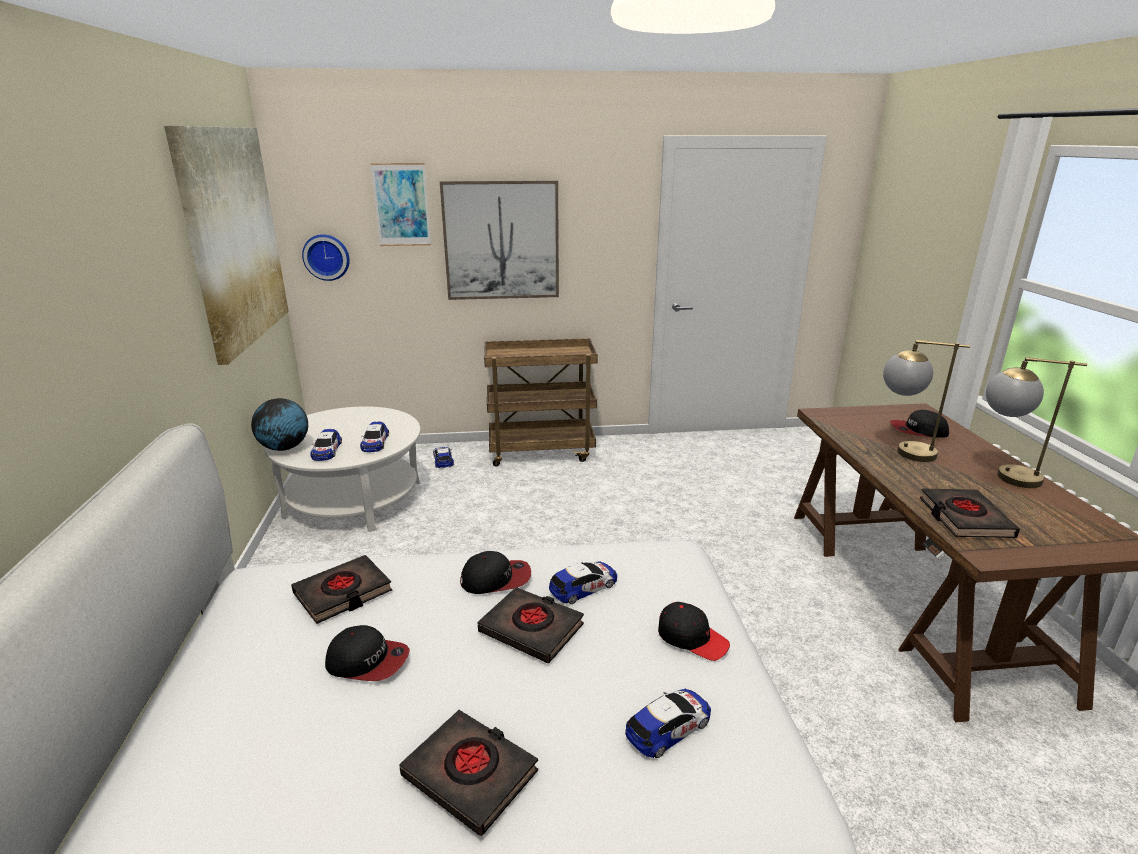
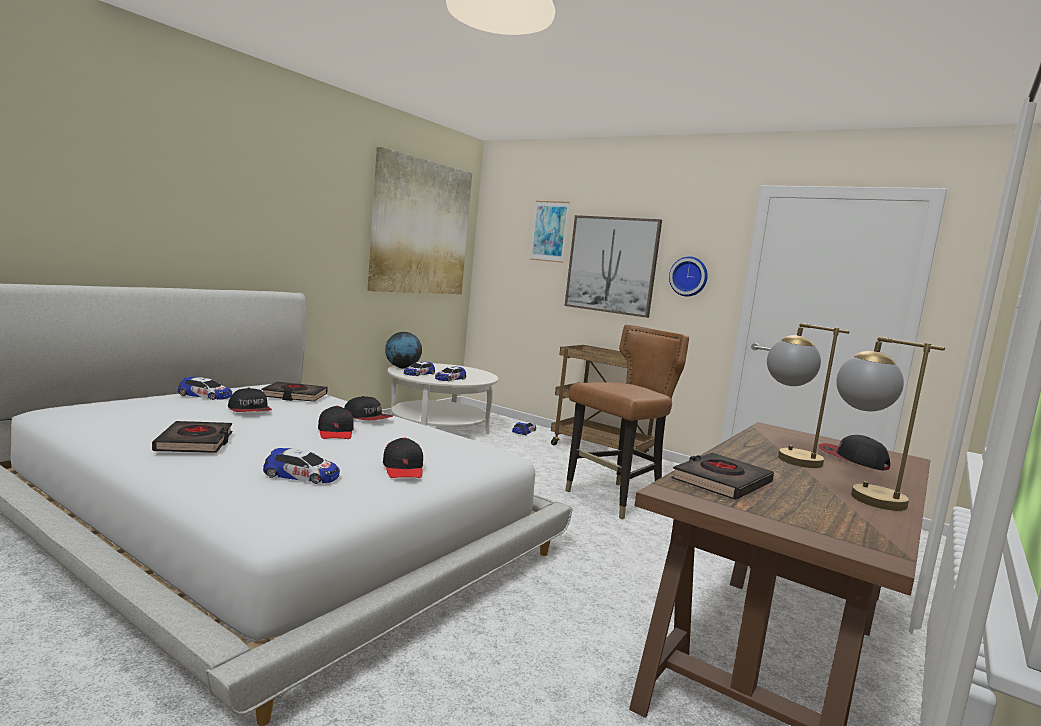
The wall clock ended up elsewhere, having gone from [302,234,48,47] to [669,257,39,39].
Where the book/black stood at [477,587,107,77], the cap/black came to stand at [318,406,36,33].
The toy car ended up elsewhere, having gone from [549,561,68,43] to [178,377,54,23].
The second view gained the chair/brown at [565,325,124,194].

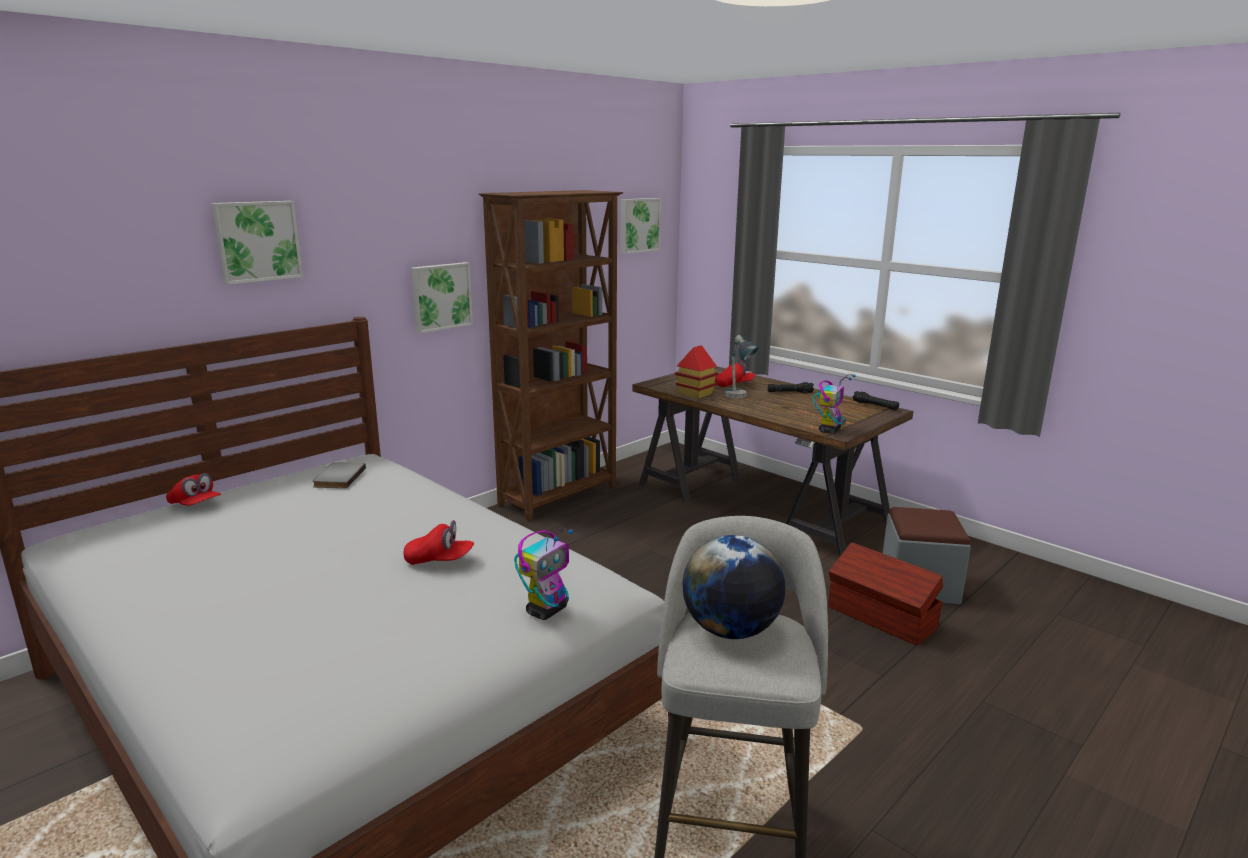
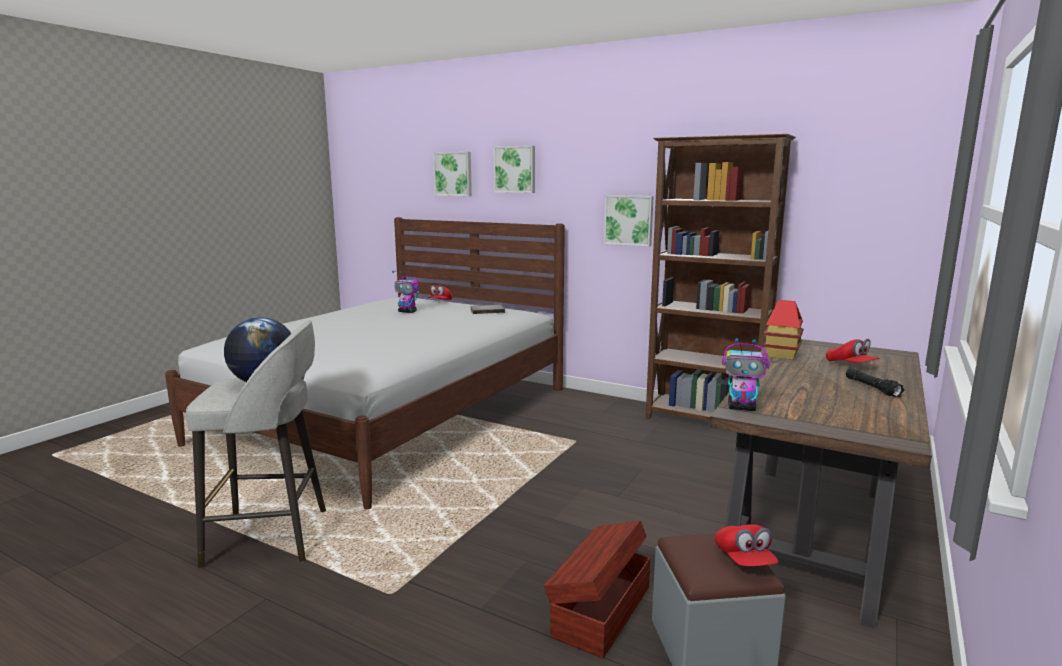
The cap/red ended up elsewhere, having gone from [404,520,70,45] to [715,524,64,42].
The toy robot ended up elsewhere, having gone from [514,528,59,92] to [392,271,27,42].
The picture ended up elsewhere, having gone from [620,198,41,56] to [433,152,39,44].
The second view lost the table lamp at [725,335,33,63].
The second view lost the flashlight/black at [852,391,47,19].

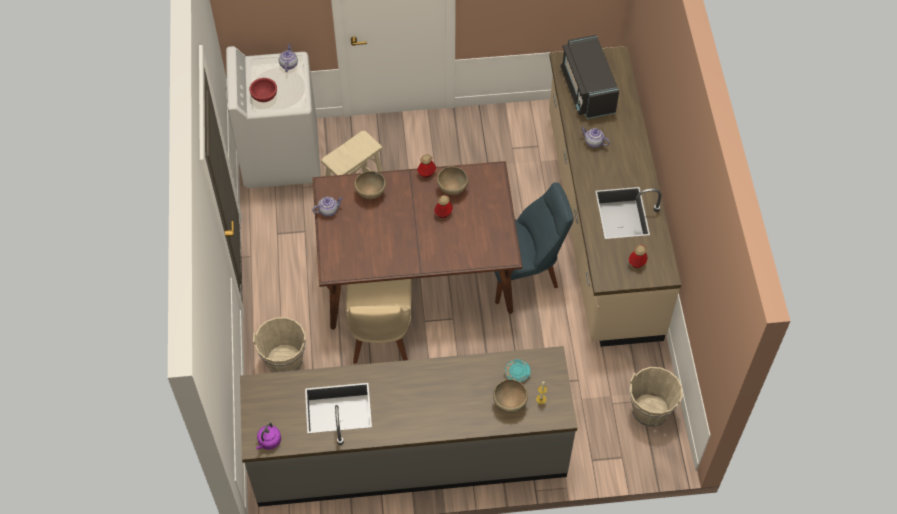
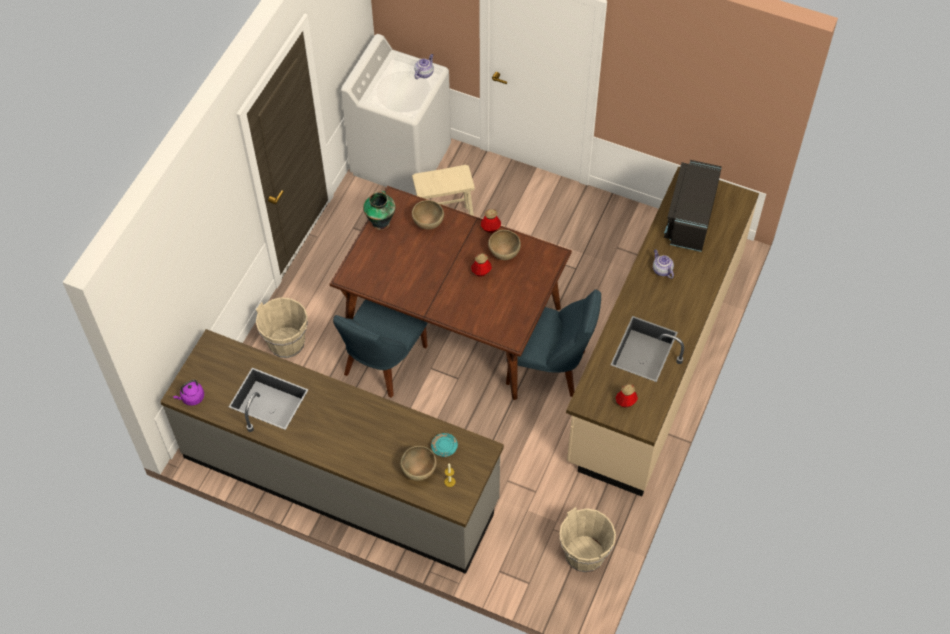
The second view lost the bowl/red at [249,78,28,24].
Where the teapot stood at [312,197,31,20], the vase came to stand at [363,191,33,39].
What was the chair/beige at [346,279,65,84] turned into the chair/blue at [333,299,95,99].

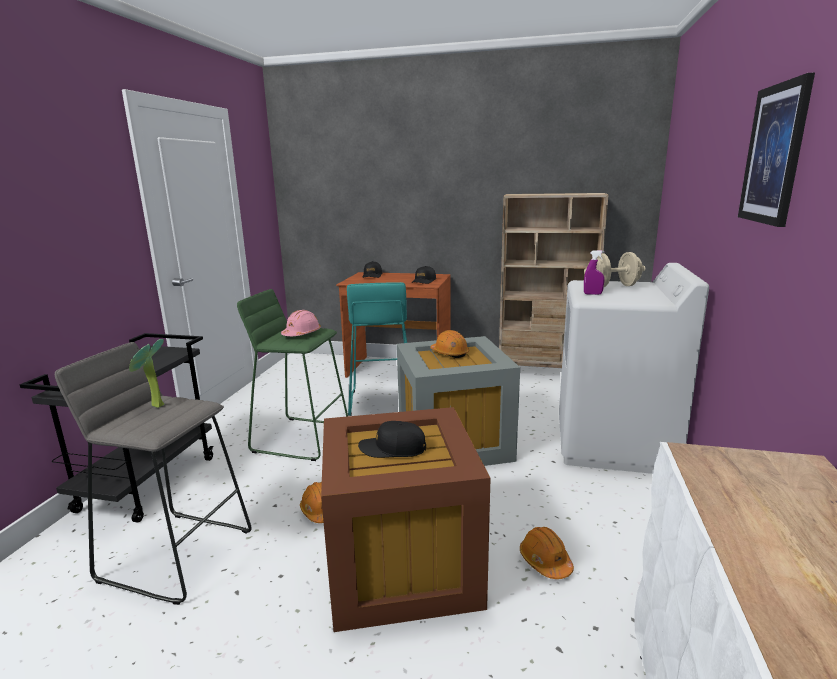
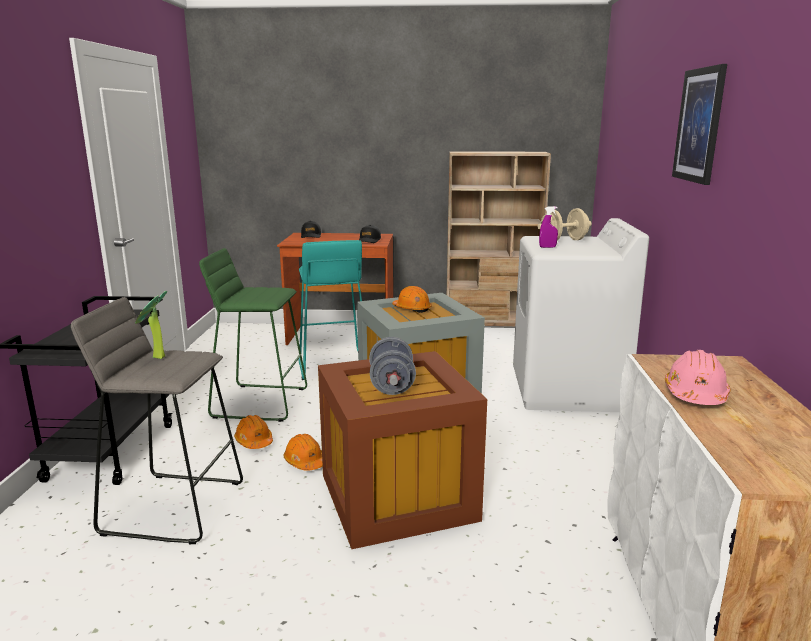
The hard hat/pink ended up elsewhere, having gone from [281,310,40,26] to [665,350,66,55].
Where the cap/black stood at [358,421,68,37], the dumbbell/grey came to stand at [369,337,47,58].
The hard hat/orange ended up elsewhere, having gone from [520,527,54,52] to [234,415,39,34].

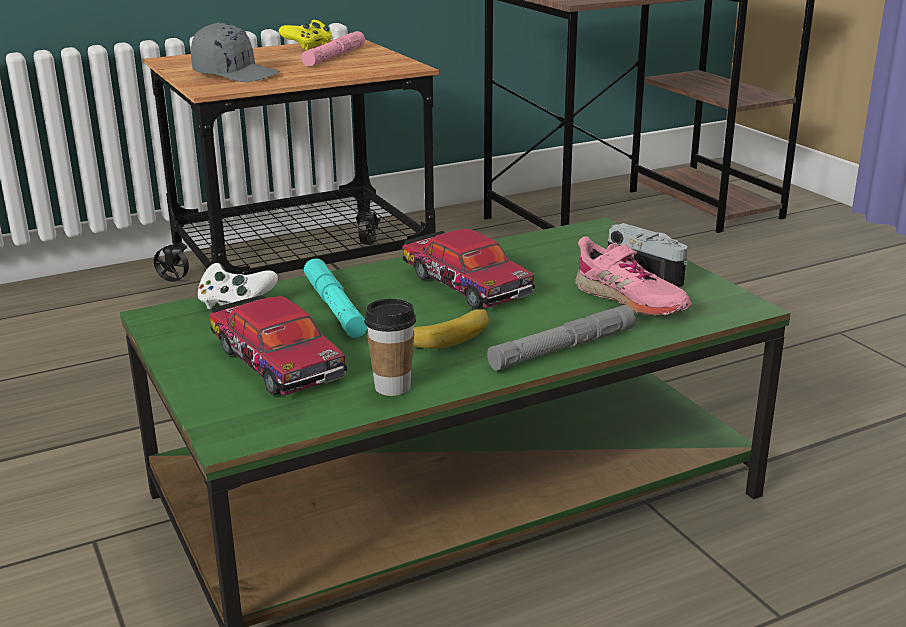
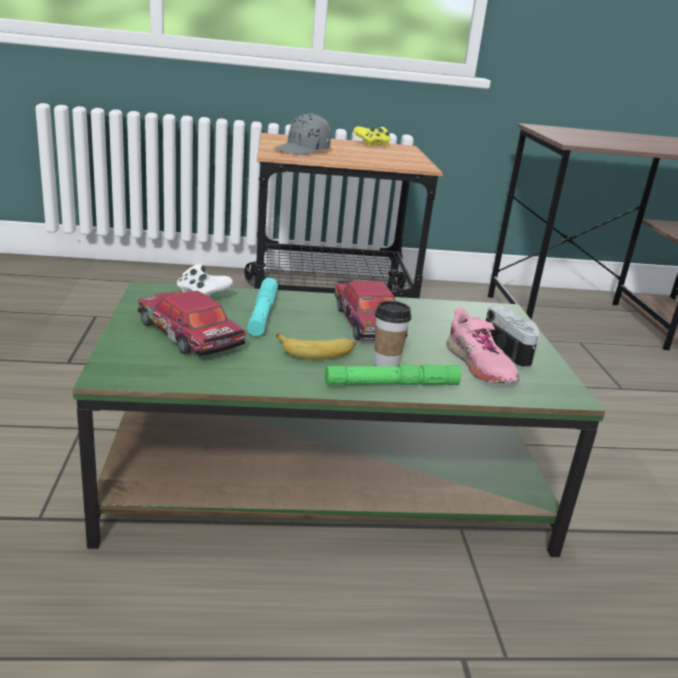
The cap/grey at [191,22,89,60] ended up facing another way, 90 degrees clockwise from before.
The toy car at [209,295,138,100] ended up facing another way, 150 degrees clockwise from before.
The second view lost the flashlight/pink at [301,31,64,35].
The cup ended up elsewhere, having gone from [364,299,52,97] to [374,301,37,66].
What was the flashlight/grey at [487,305,148,66] turned into the flashlight/green at [325,365,136,21].

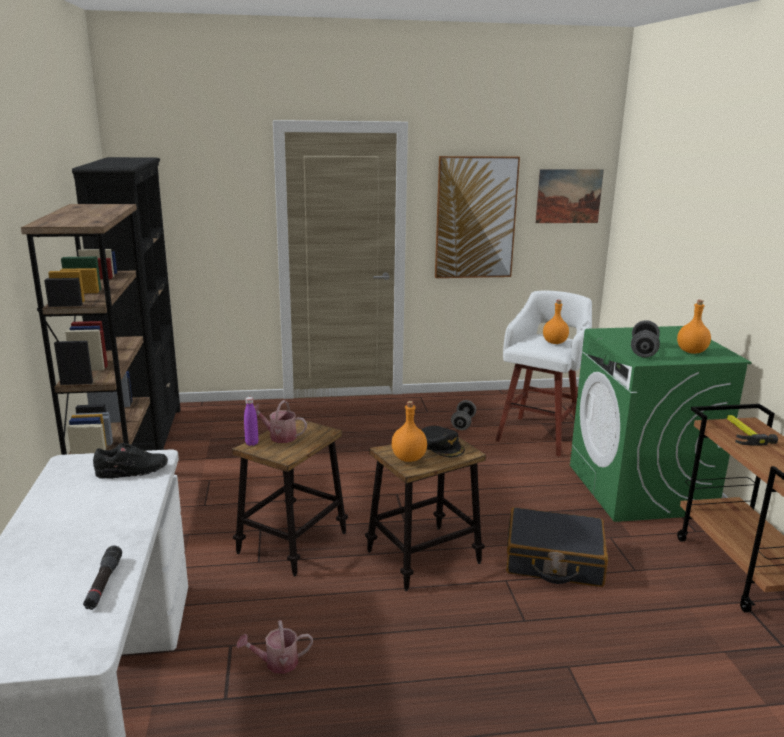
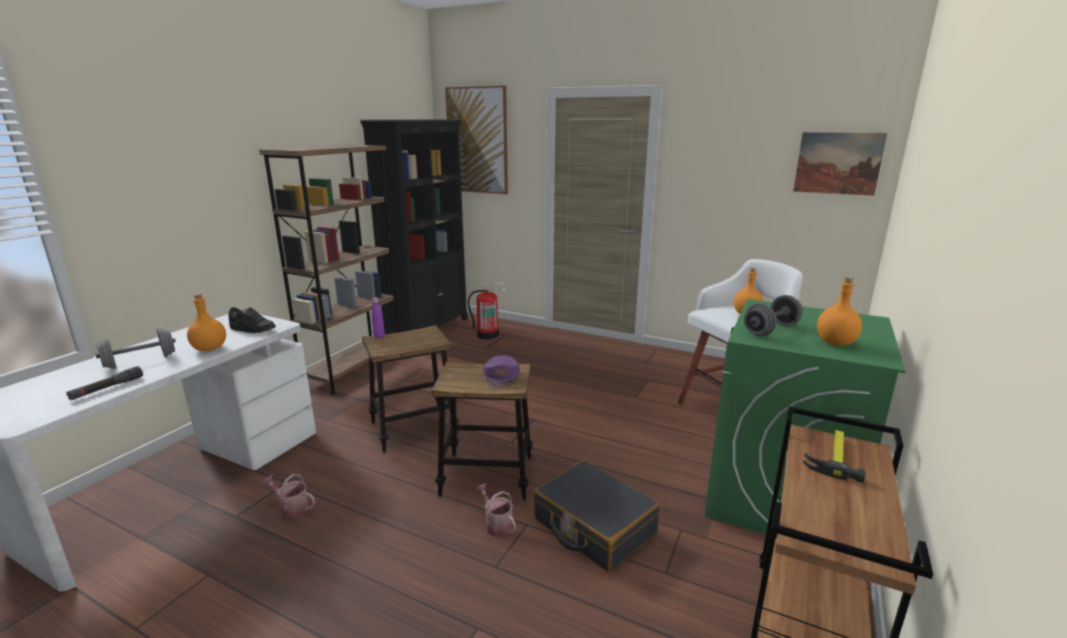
The watering can ended up elsewhere, having gone from [254,400,53,43] to [476,483,40,54].
The bottle/orange ended up elsewhere, having gone from [391,401,36,61] to [187,294,39,57].
What was the cap/black at [422,426,43,31] turned into the cap/purple at [483,355,37,33].
The picture ended up elsewhere, having gone from [435,156,85,122] to [445,86,63,108].
The dumbbell/grey ended up elsewhere, having gone from [451,400,25,30] to [96,328,80,41].
The second view gained the fire extinguisher at [467,282,39,58].

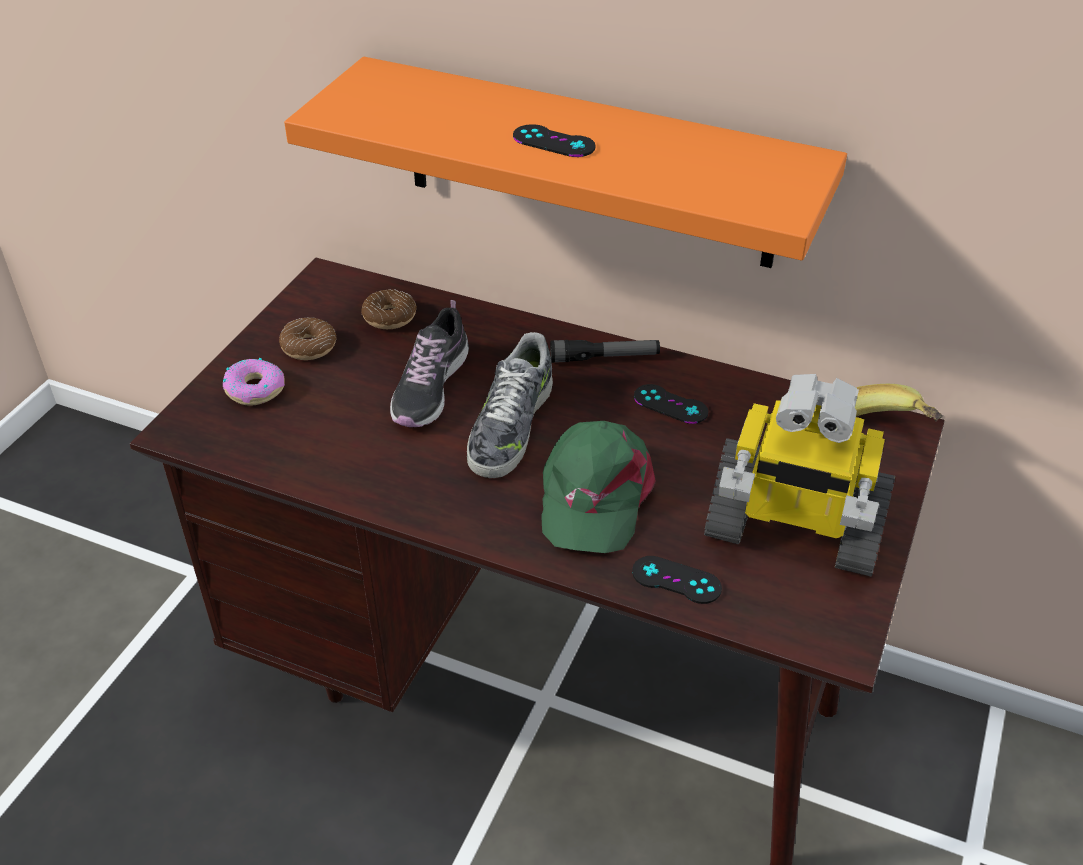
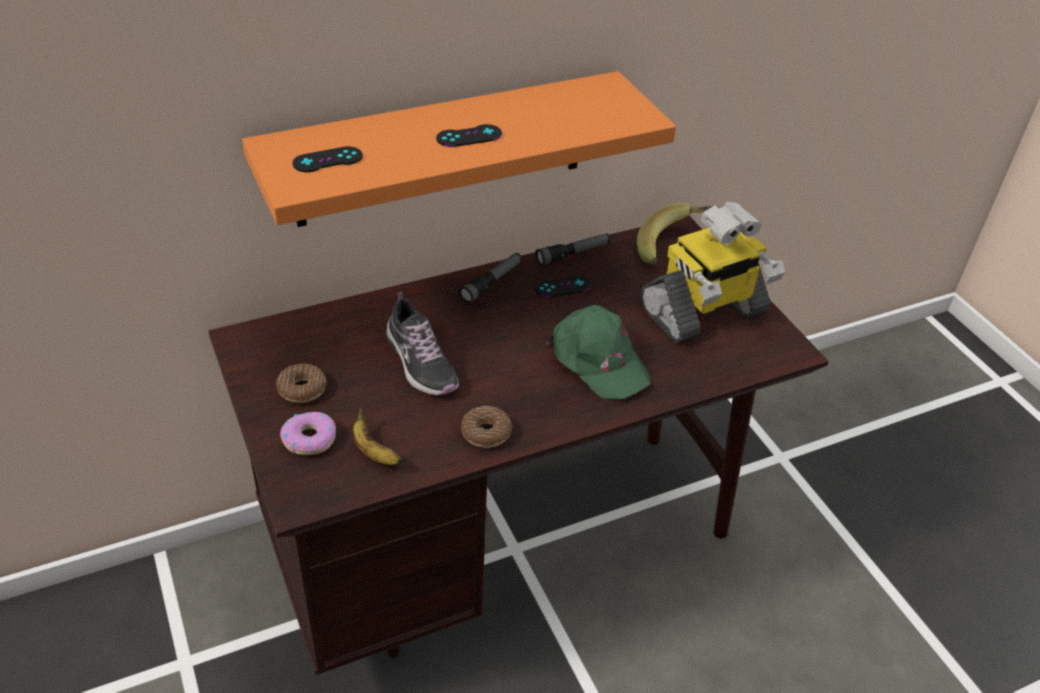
The donut ended up elsewhere, having gone from [361,289,56,40] to [461,406,52,42].
The second view lost the shoe at [467,332,86,146].
The game controller/black ended up elsewhere, having gone from [632,556,90,48] to [292,146,71,26].
The second view gained the banana at [353,406,49,59].
The second view gained the flashlight at [535,233,75,33].

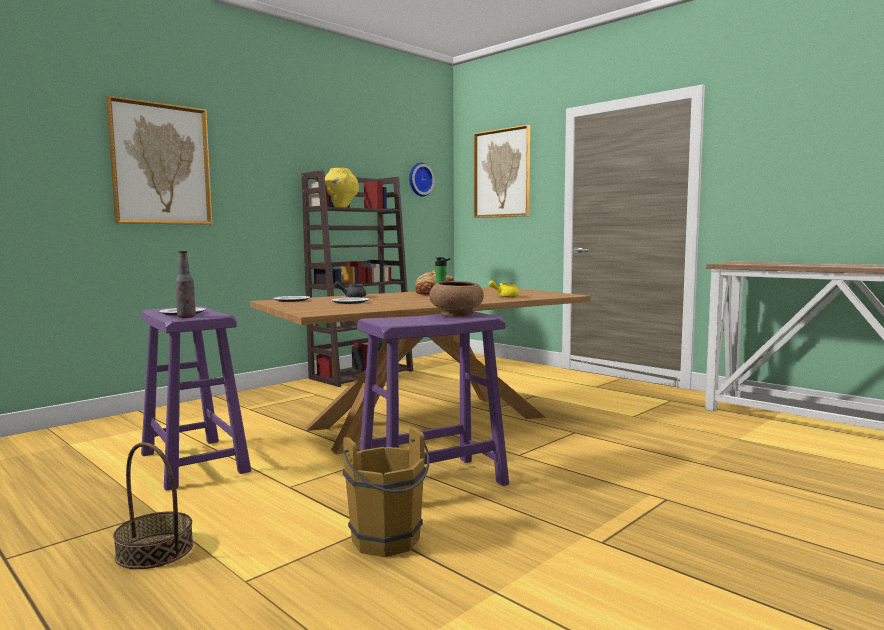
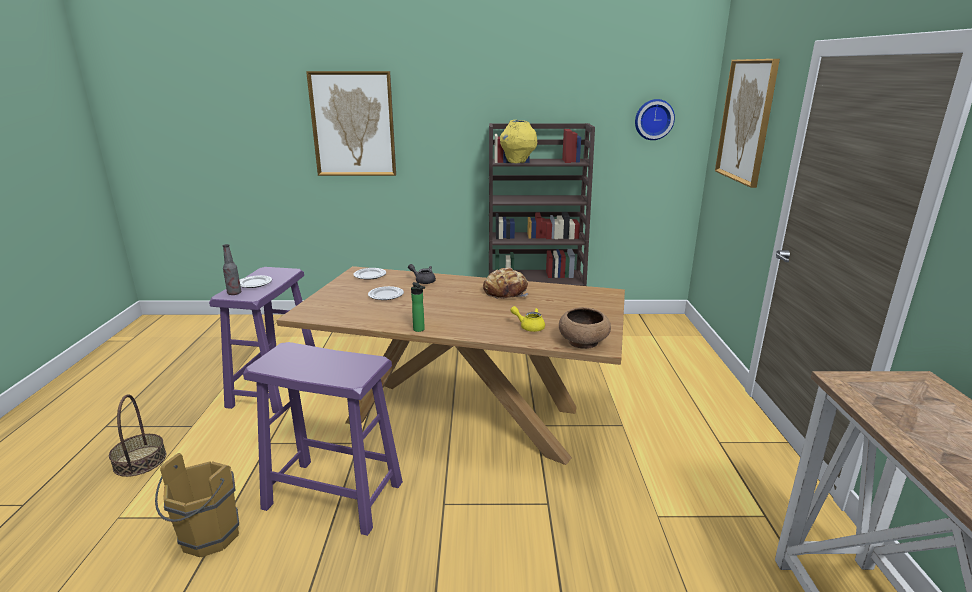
The bowl/brown ended up elsewhere, having gone from [429,281,55,36] to [559,307,52,42].

